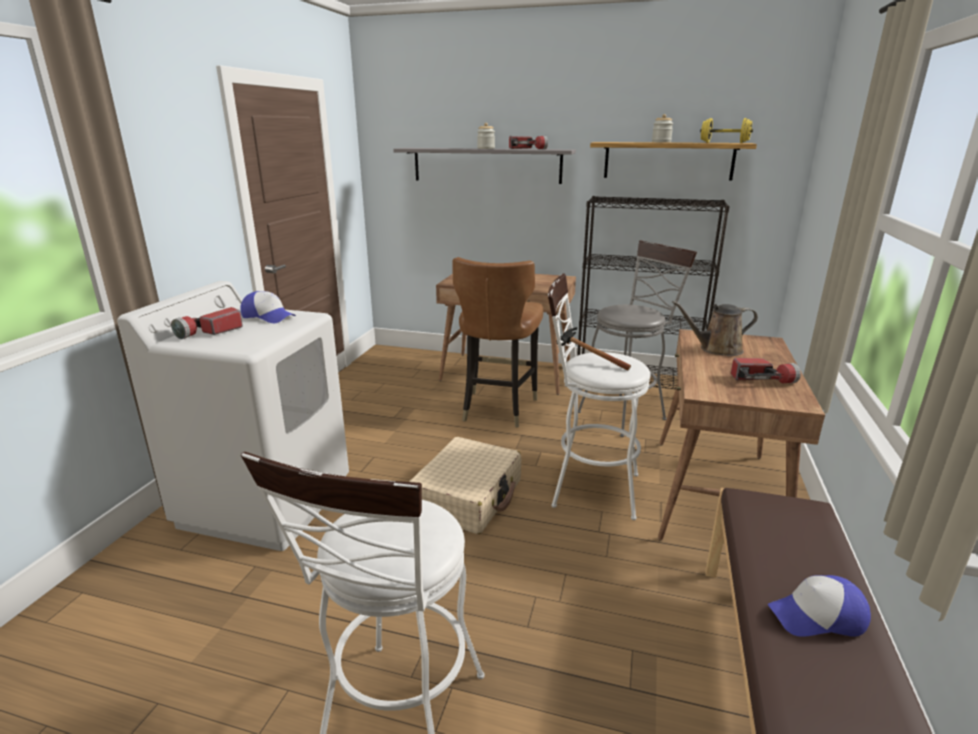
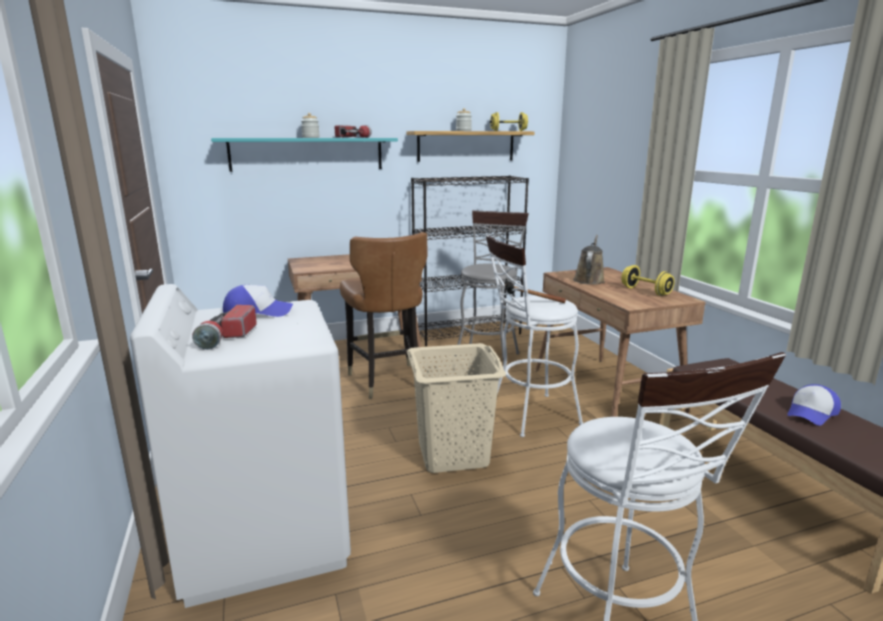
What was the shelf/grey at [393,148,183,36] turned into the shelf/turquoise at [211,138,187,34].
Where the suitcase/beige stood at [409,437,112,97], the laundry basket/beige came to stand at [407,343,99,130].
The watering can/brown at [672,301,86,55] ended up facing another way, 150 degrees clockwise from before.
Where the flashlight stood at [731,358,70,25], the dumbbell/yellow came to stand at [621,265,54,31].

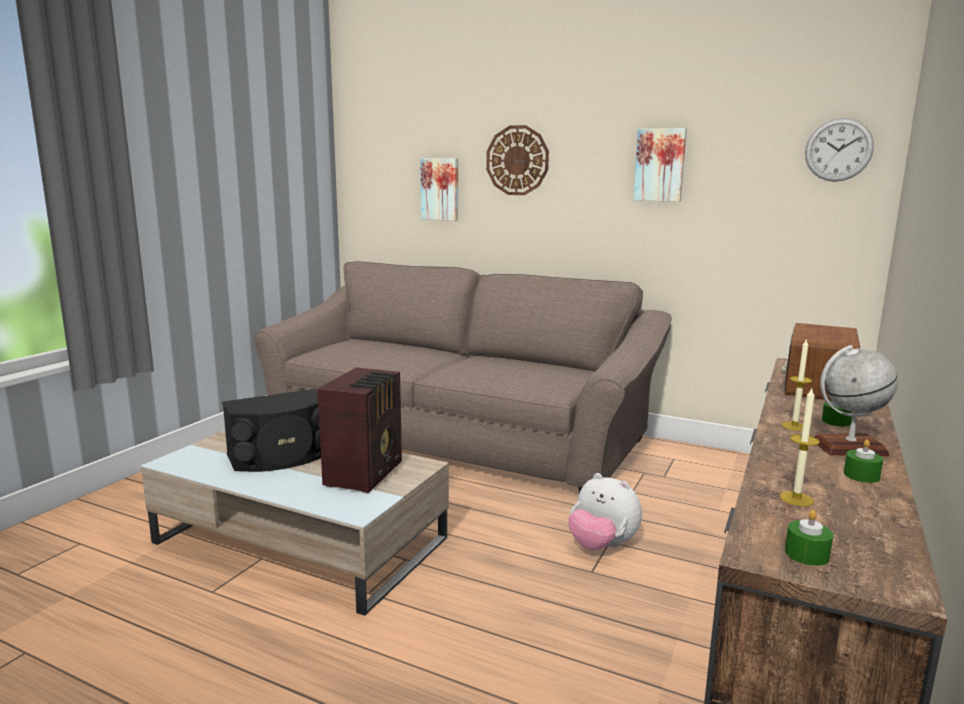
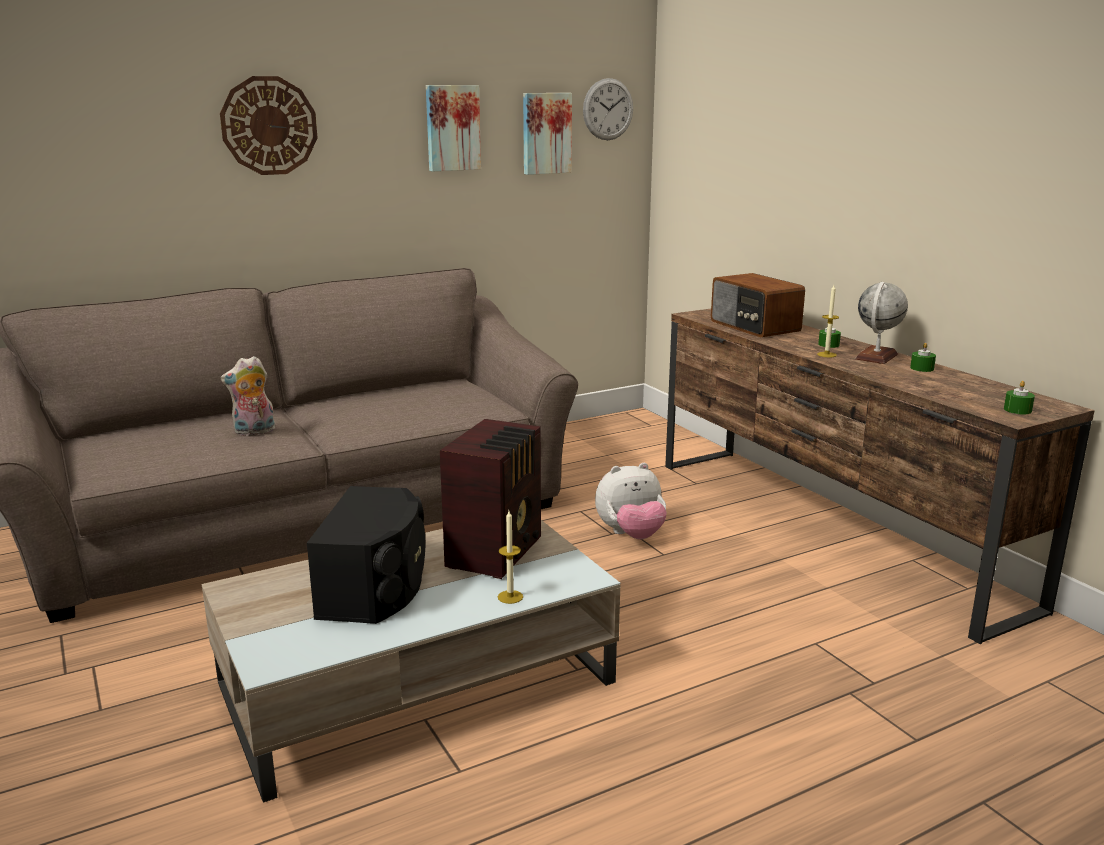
The radio at [317,368,85,125] ended up facing another way, 60 degrees clockwise from before.
The picture ended up elsewhere, having gone from [420,158,38,63] to [523,93,49,82].
The candle ended up elsewhere, having gone from [780,389,40,117] to [498,511,25,93].
The second view gained the plush toy at [221,356,54,80].

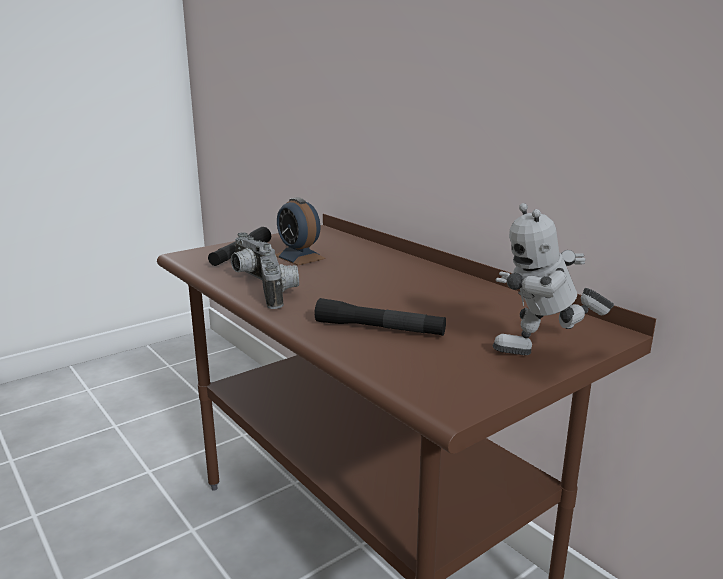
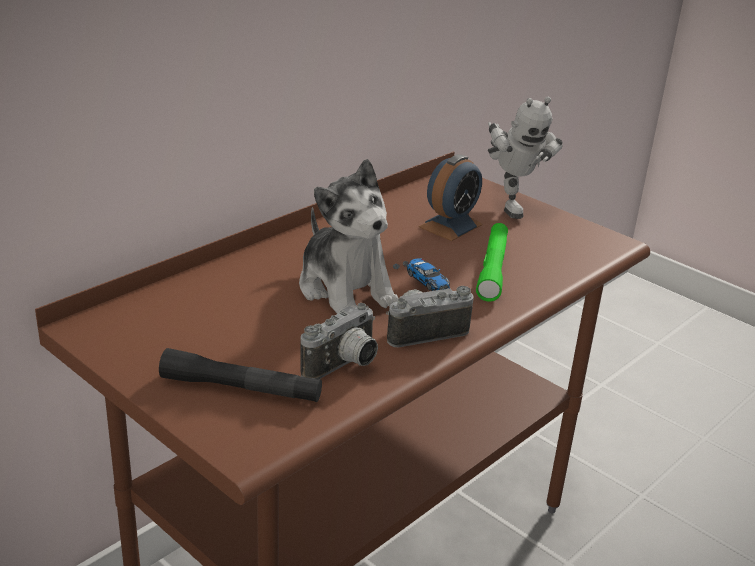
The alarm clock ended up elsewhere, having gone from [275,197,50,68] to [419,154,64,87].
What was the flashlight/black at [315,298,131,38] turned into the flashlight/green at [476,223,32,79].
The second view gained the plush toy at [299,159,100,155].
The second view gained the toy car at [393,258,57,33].

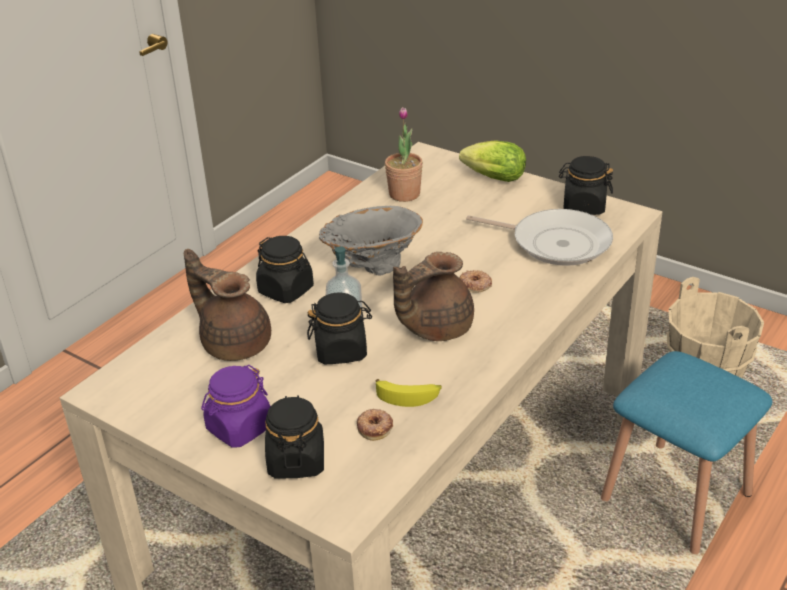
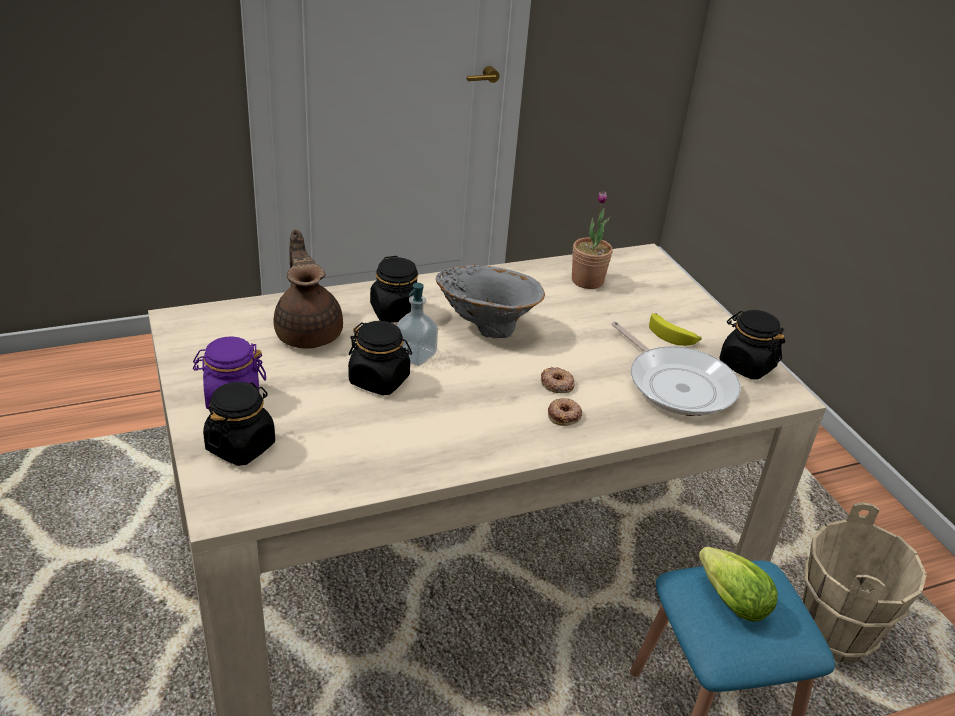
The donut ended up elsewhere, having gone from [357,409,36,32] to [548,398,34,28].
The banana ended up elsewhere, having gone from [376,379,66,28] to [649,313,53,33].
The second view lost the teapot/brown at [393,252,81,89].
The lettuce ended up elsewhere, having gone from [459,140,67,42] to [698,546,80,76].

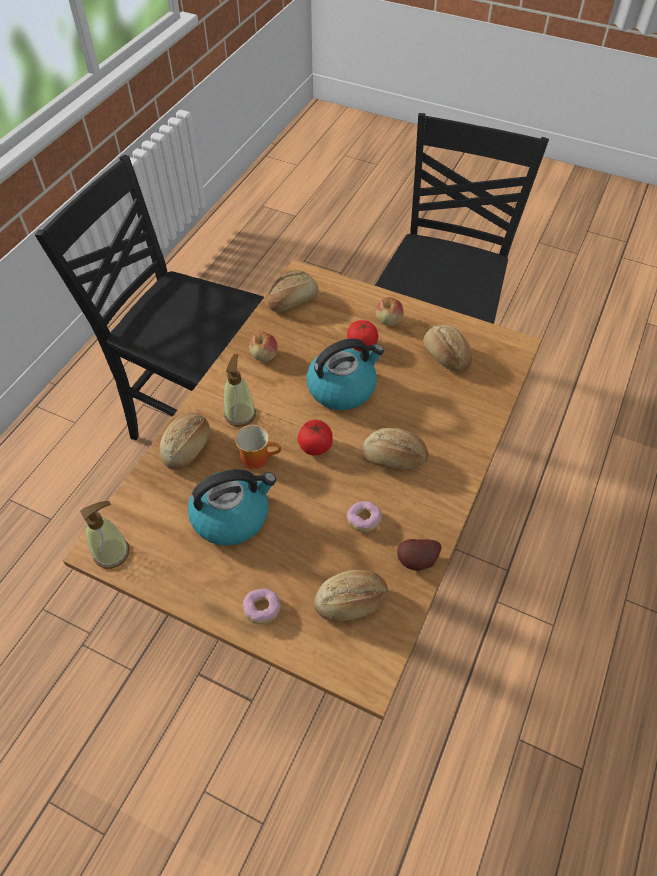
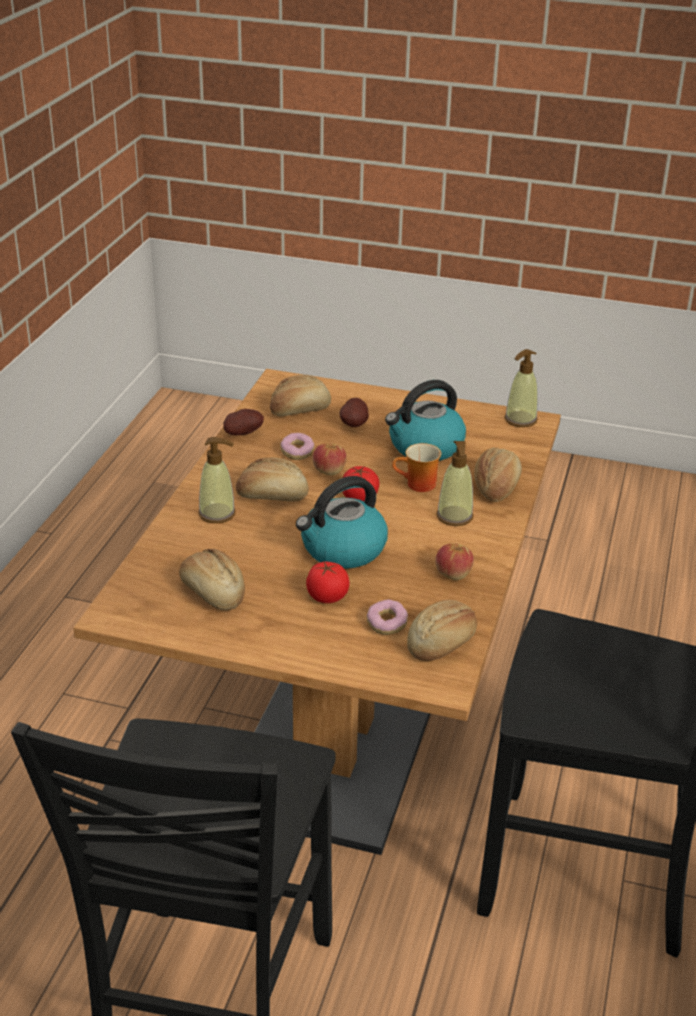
The donut ended up elsewhere, having gone from [243,588,38,36] to [367,599,41,36].
The apple ended up elsewhere, having gone from [376,297,28,29] to [313,443,34,33].
The second view gained the soap dispenser at [198,437,38,86].
The second view gained the potato at [340,398,29,29].

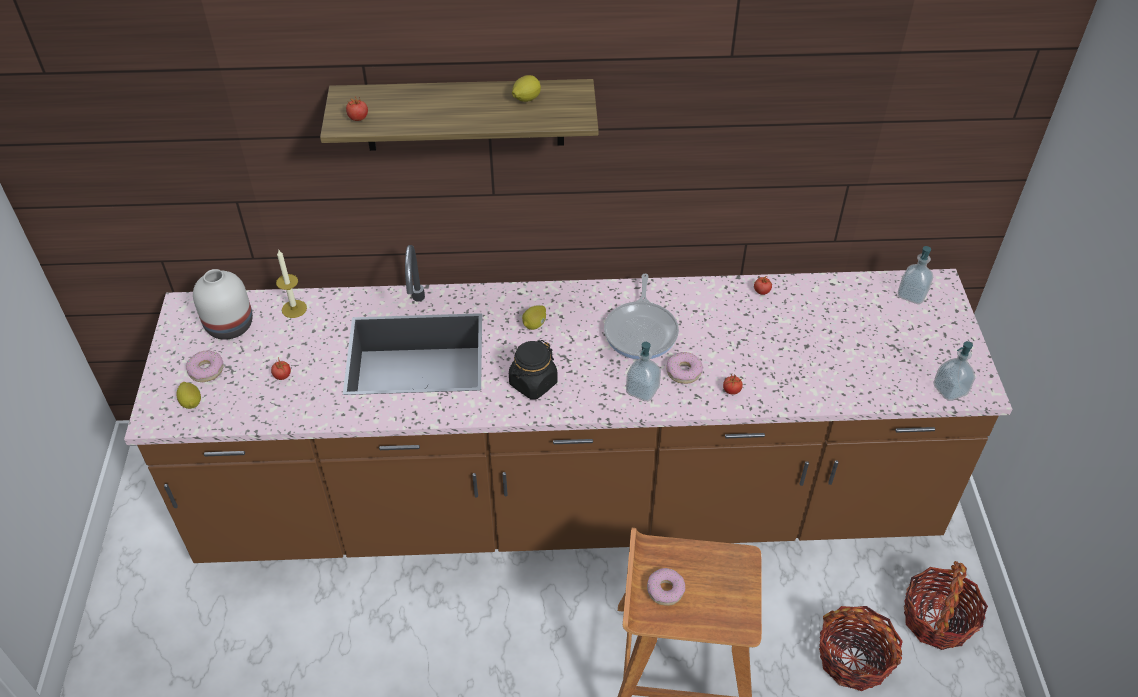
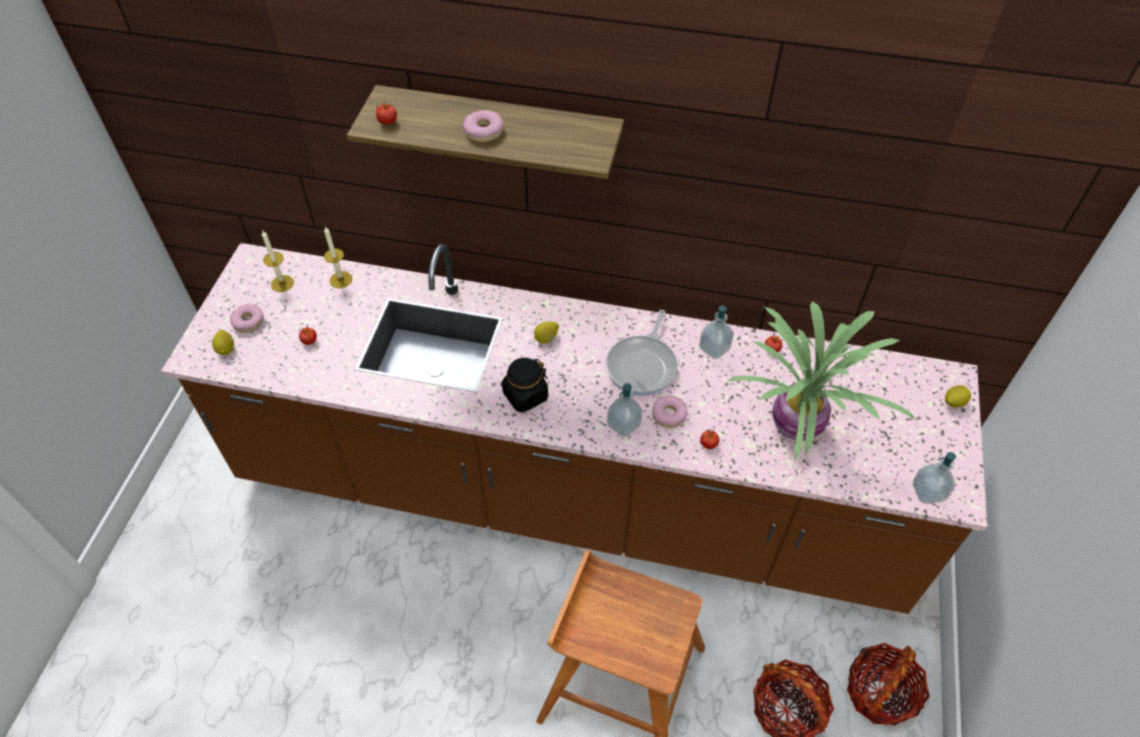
Where the vase/white stood at [193,269,60,71], the candle came to stand at [262,231,32,61].
The lemon ended up elsewhere, having gone from [512,75,29,27] to [945,385,26,23].
The donut ended up elsewhere, having gone from [647,568,38,38] to [463,110,40,32].
The soap dispenser ended up elsewhere, having gone from [898,246,35,58] to [699,305,35,54].
The second view gained the potted plant at [728,301,188,160].

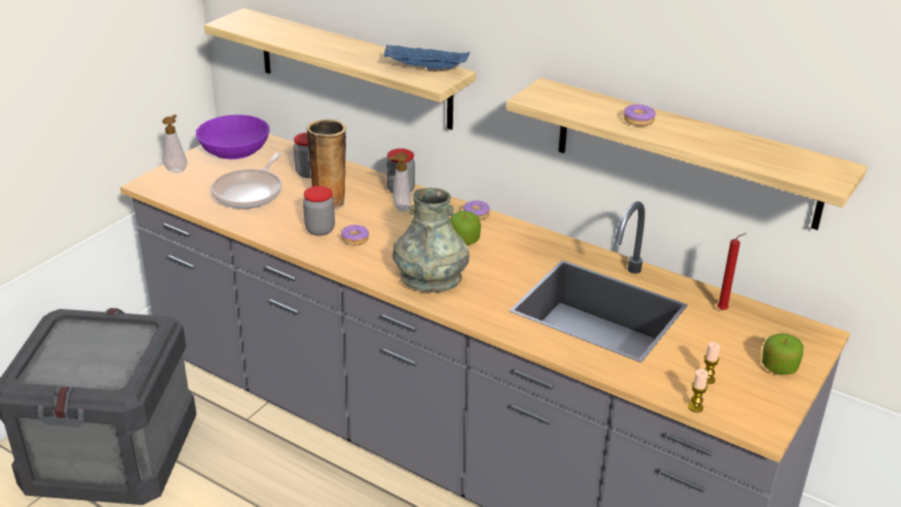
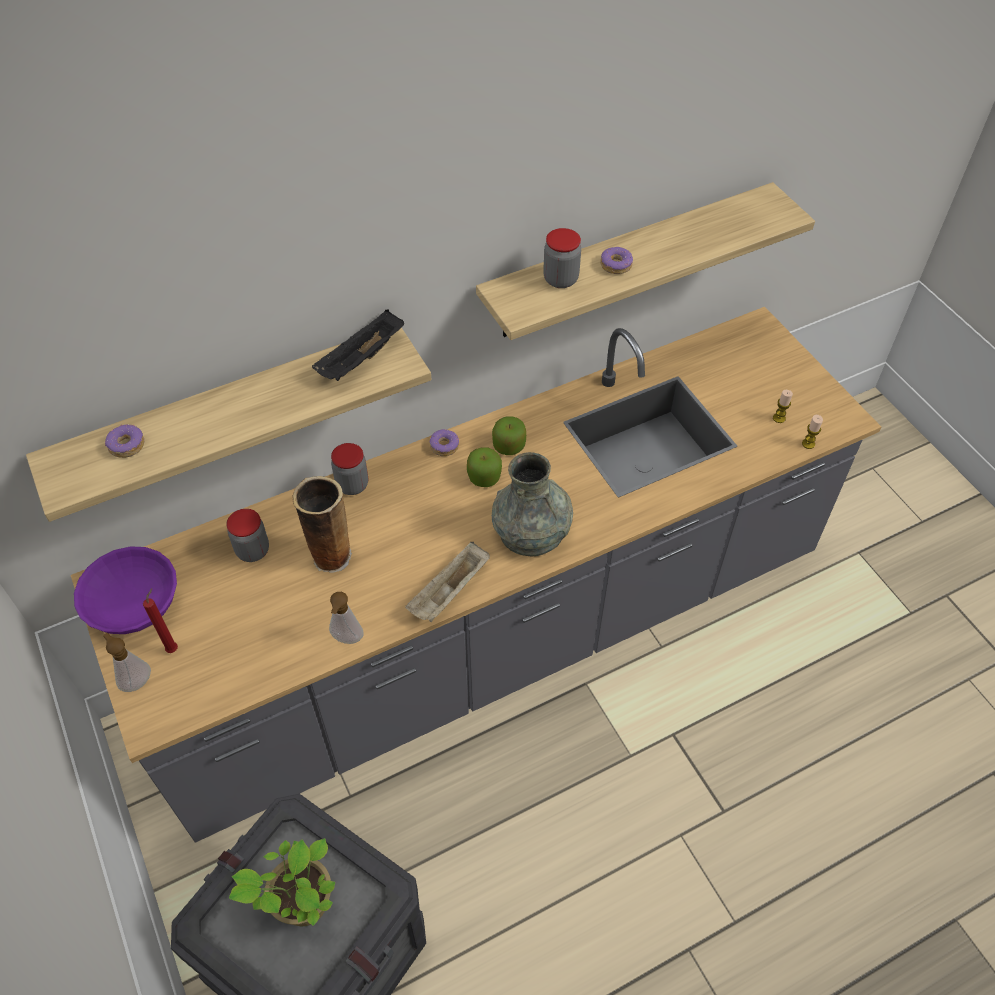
The second view lost the frying pan at [211,153,71,56].
The jar ended up elsewhere, having gone from [303,186,32,50] to [543,228,38,60].
The donut ended up elsewhere, having gone from [341,224,28,22] to [105,424,39,34].
What was the tray/blue at [384,44,85,28] turned into the tray/black at [312,309,92,72].
The soap dispenser ended up elsewhere, having gone from [388,152,23,60] to [329,592,34,52].
The candle/red ended up elsewhere, having gone from [717,233,30,77] to [143,588,35,65].
The apple ended up elsewhere, having gone from [762,333,41,42] to [492,416,34,39].
The second view gained the potted plant at [229,838,106,88].
The second view gained the tray/beige at [405,542,85,80].

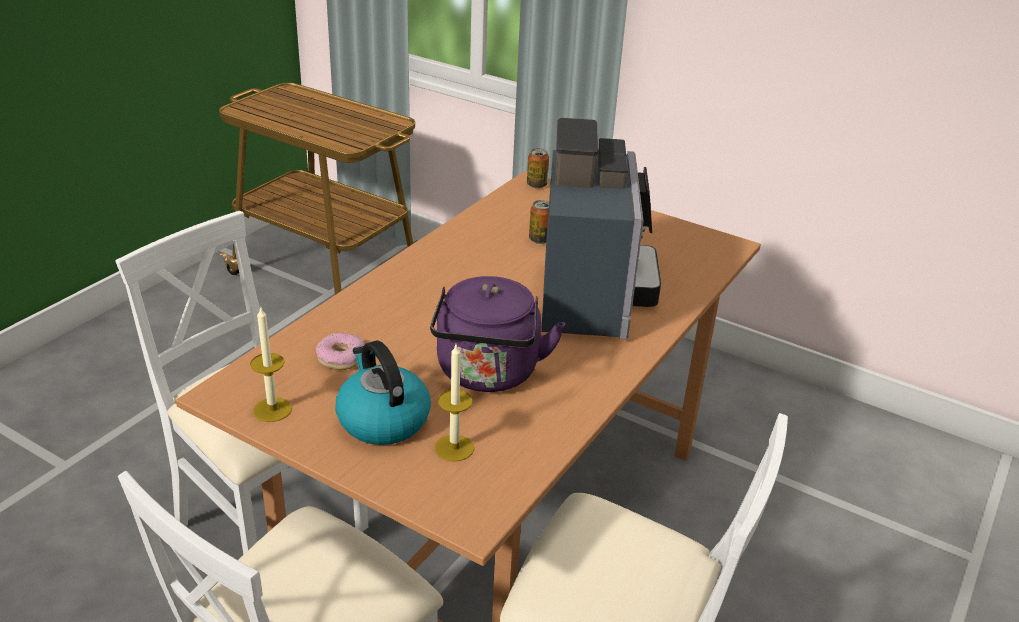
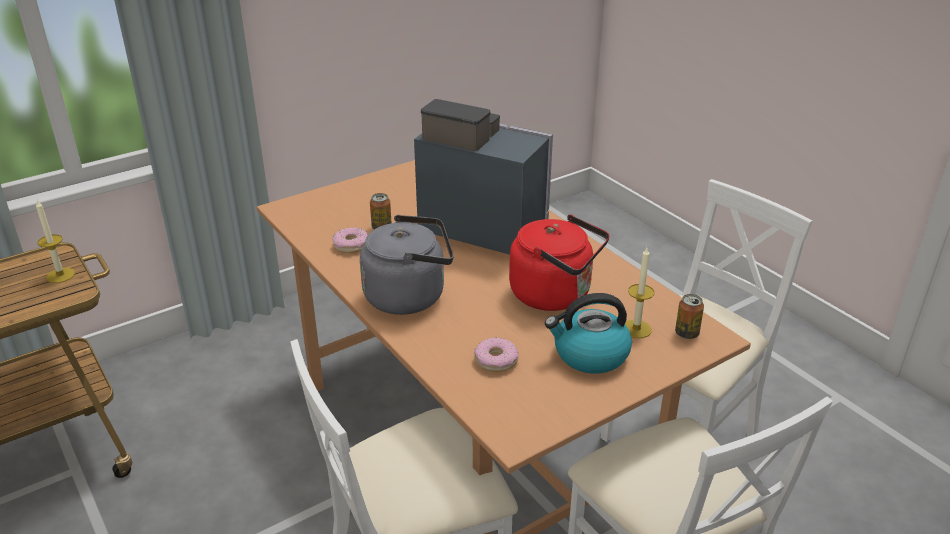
The candle ended up elsewhere, having gone from [250,308,42,114] to [36,200,39,83].
What was the kettle/purple at [430,276,135,116] turned into the kettle/red at [509,214,101,97].
The can ended up elsewhere, having gone from [527,148,22,40] to [675,294,29,45].
The second view gained the donut at [332,228,36,25].
The second view gained the kettle/grey at [360,215,94,100].

